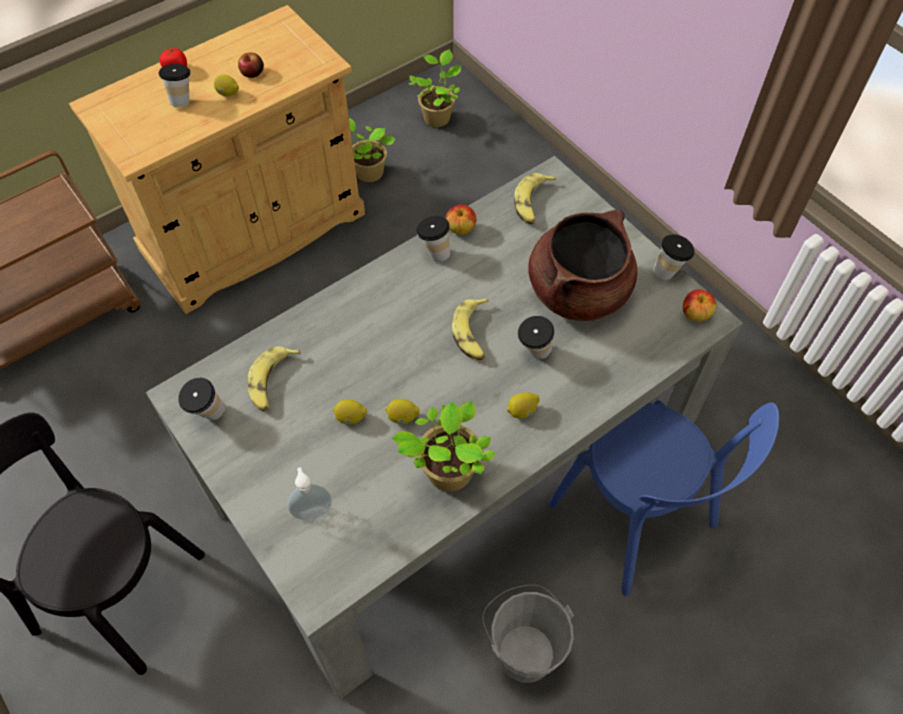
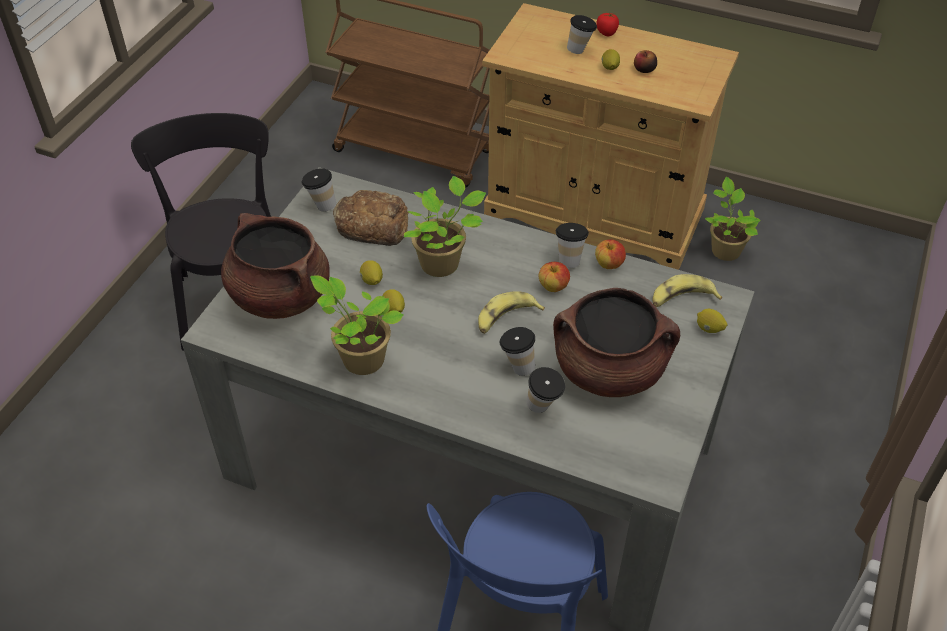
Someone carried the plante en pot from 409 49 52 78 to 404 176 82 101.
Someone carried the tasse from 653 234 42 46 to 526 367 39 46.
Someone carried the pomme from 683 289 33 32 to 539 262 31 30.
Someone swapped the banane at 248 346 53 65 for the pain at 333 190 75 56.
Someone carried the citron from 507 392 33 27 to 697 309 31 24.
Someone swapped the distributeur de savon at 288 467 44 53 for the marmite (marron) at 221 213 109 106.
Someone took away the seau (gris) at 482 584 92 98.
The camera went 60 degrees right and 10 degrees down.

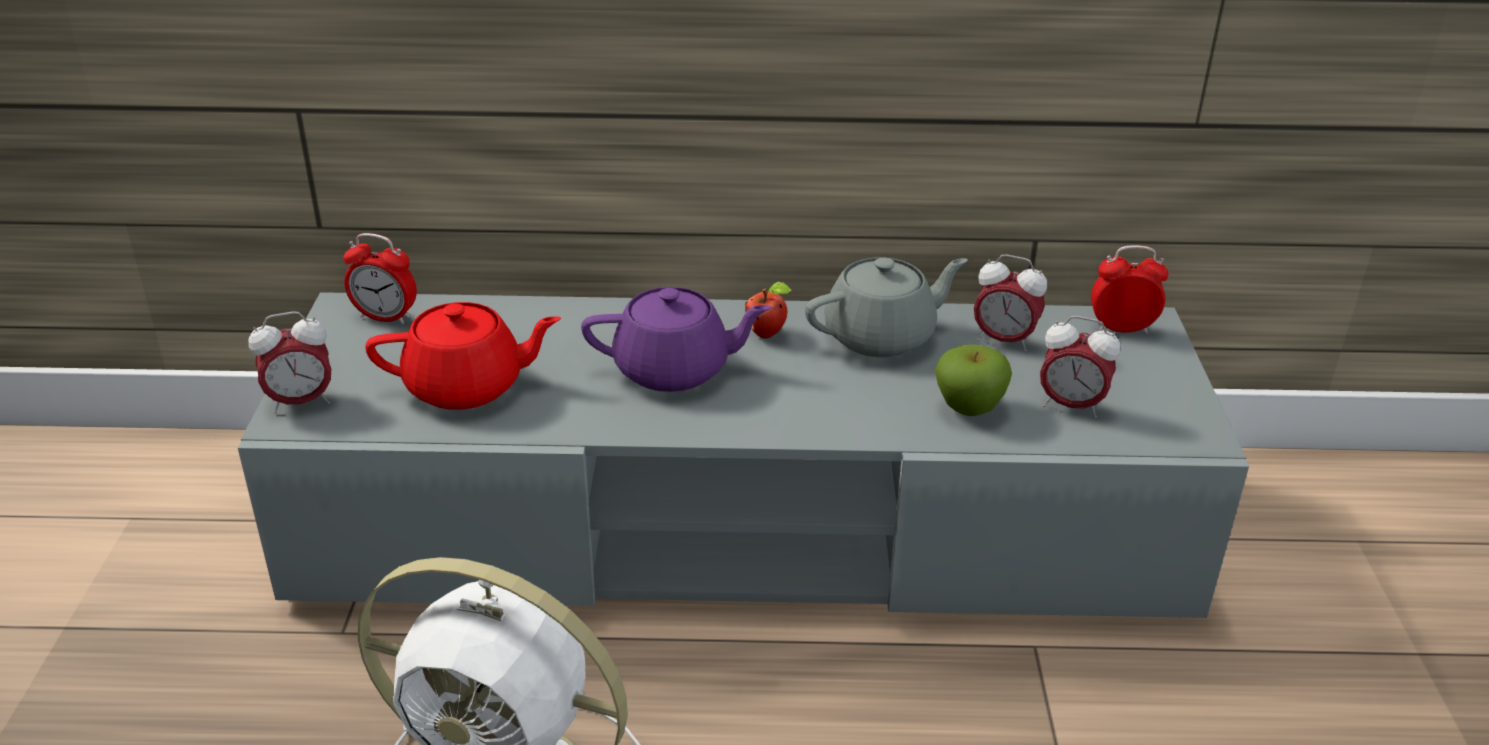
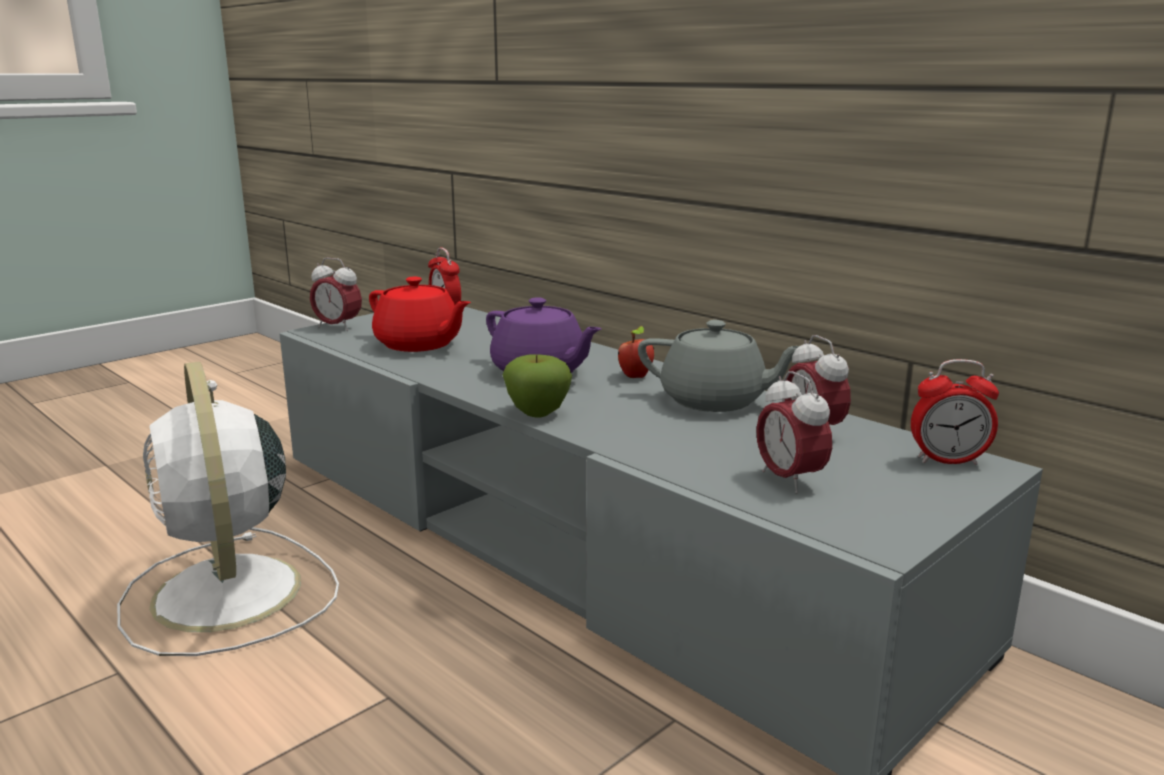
Someone rotated the réveil at 1091 245 78 89 by 135 degrees clockwise.
Someone carried the pomme from 935 344 77 72 to 503 354 69 64.
The camera went 45 degrees right and 15 degrees down.

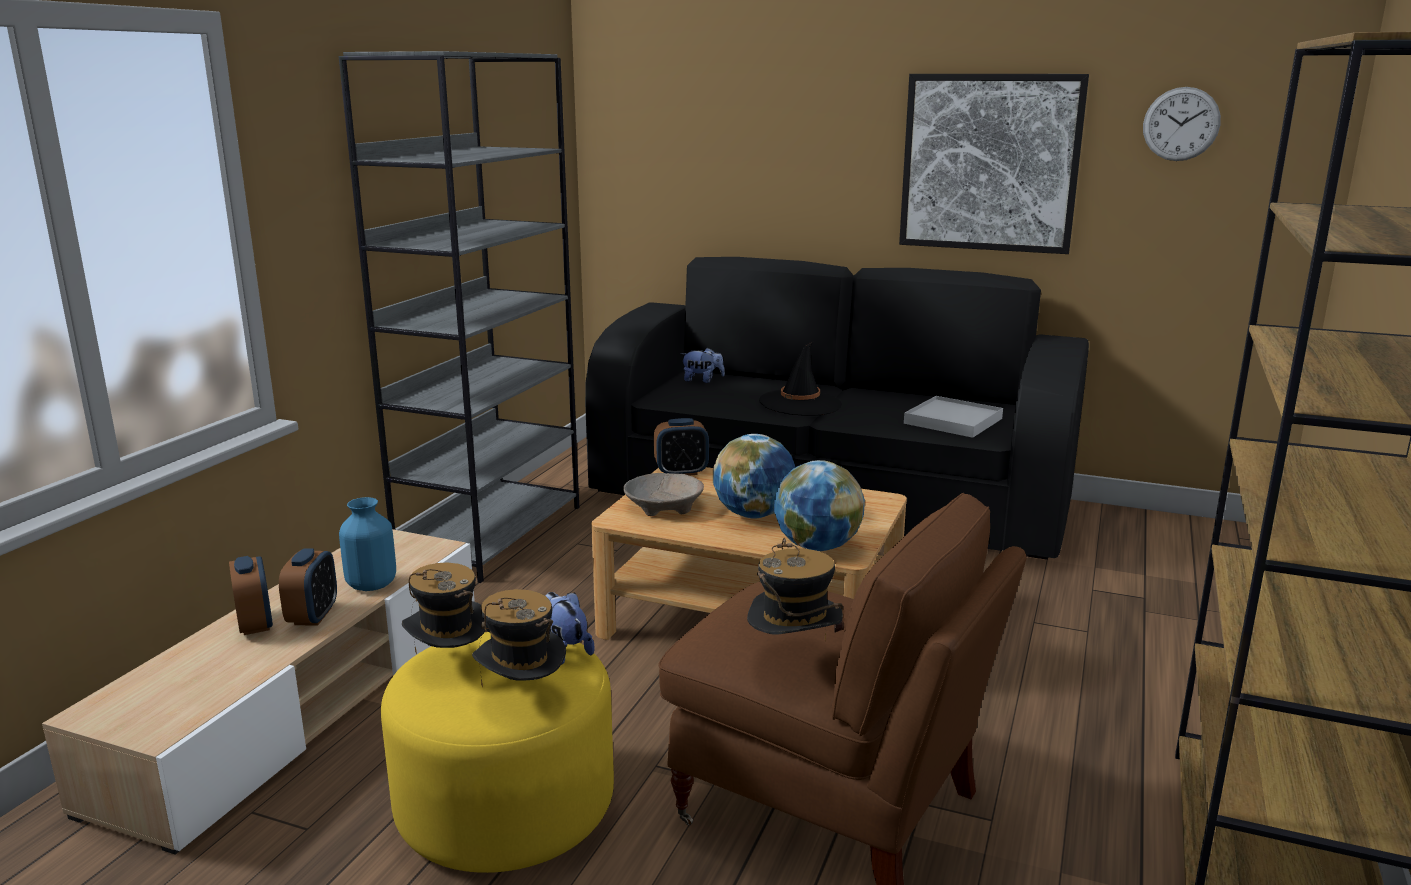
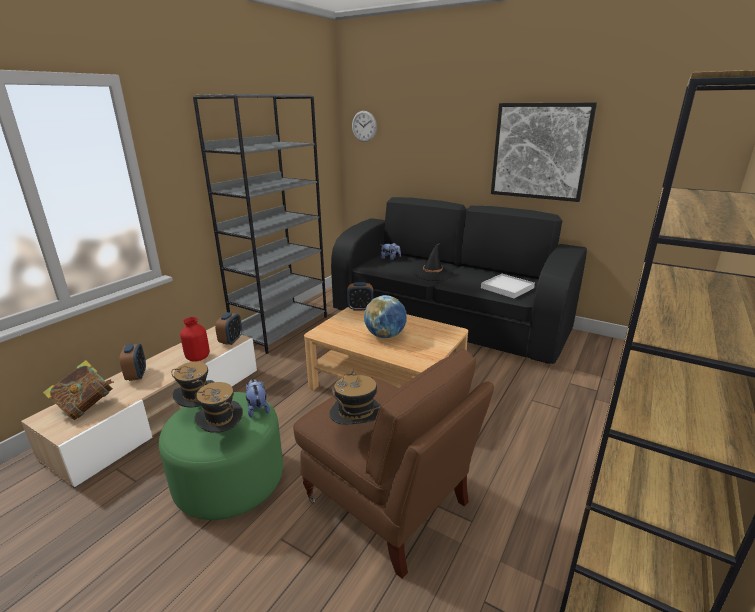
Someone carried the horloge murale from 1143 87 78 74 to 352 111 25 31.
Someone took away the globe at 774 460 91 91.
Someone took away the bol (beige) at 623 473 81 43.
Someone repainted the vase (bleu) at 339 497 57 94, which became the vase (rouge) at 180 317 30 44.
Someone carried the réveil from 279 548 58 78 to 215 312 27 33.
Someone repainted the pouf (jaune) at 381 632 233 241, which became the pouf (vert) at 159 392 124 128.
Someone put down the livre at 43 360 71 60.
The camera went 10 degrees right and 5 degrees up.

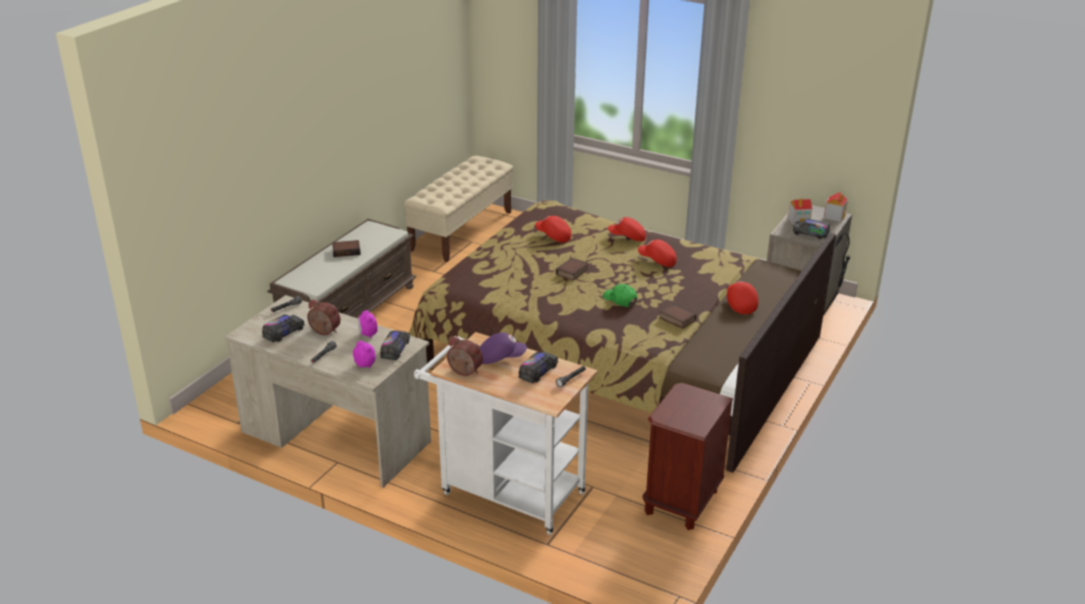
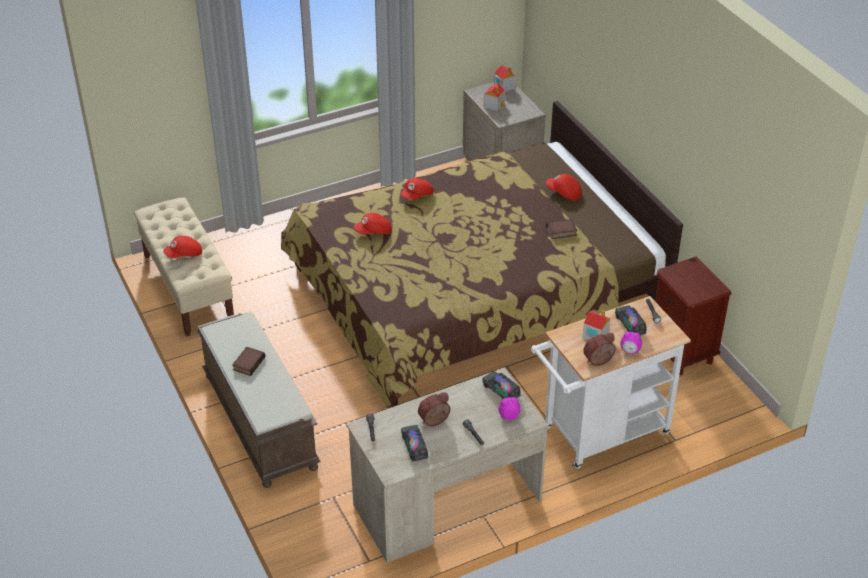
Someone took away the camion jouet at 793 219 37 20.
Someone carried the casquette (rouge) from 638 239 39 28 to 163 236 39 22.
Someone took away the livre at 556 258 33 23.
Someone took away the casquette (vert) at 603 284 34 23.
Someone carried the réveil from 358 311 20 27 to 621 332 21 22.
Someone swapped the casquette (violet) at 480 332 47 32 for the maison miniature at 582 310 29 30.
The camera went 55 degrees left and 10 degrees up.

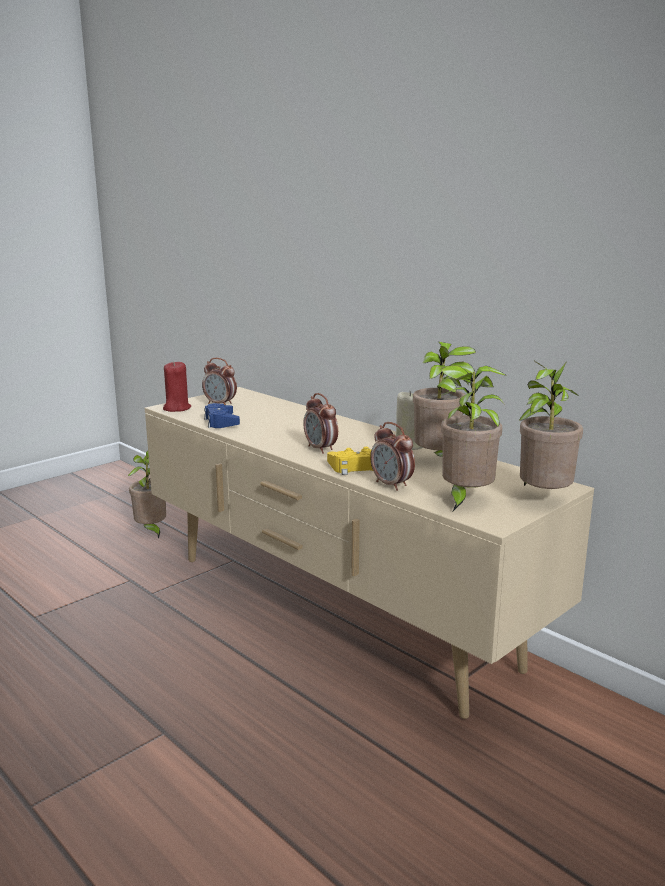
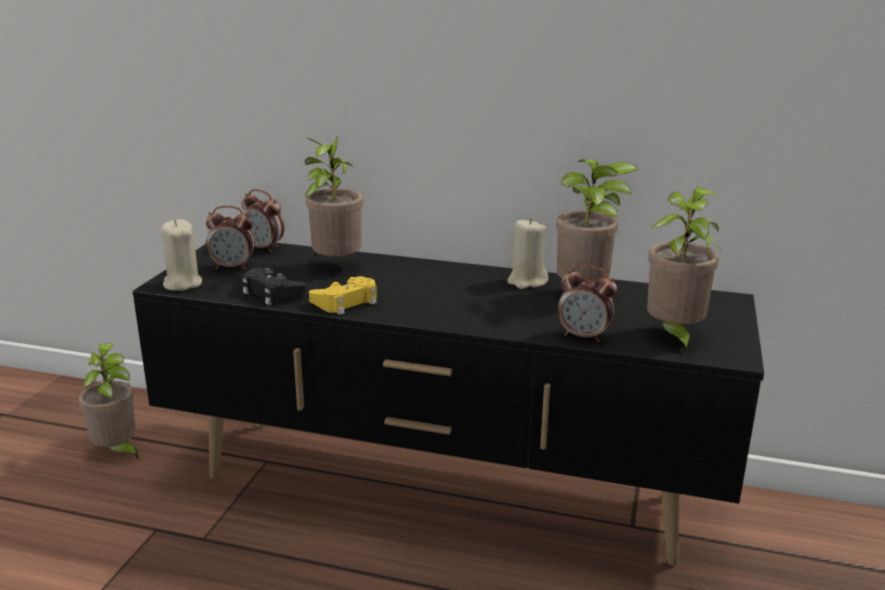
Someone carried the plante en pot from 519 361 64 128 to 304 135 59 122.
Someone repainted the bougie (rouge) at 163 362 28 50, which became the bougie (beige) at 161 219 41 72.
Someone repainted the meuble télé (beige) at 145 387 449 332, which became the meuble télé (noir) at 133 243 631 322.
Someone carried the réveil from 303 393 35 61 to 242 189 42 63.
Someone repainted the manette (bleu) at 204 403 36 25, which became the manette (noir) at 243 268 63 37.
Someone carried the manette (jaune) from 327 447 46 28 to 309 276 68 39.
The camera went 30 degrees left and 5 degrees up.

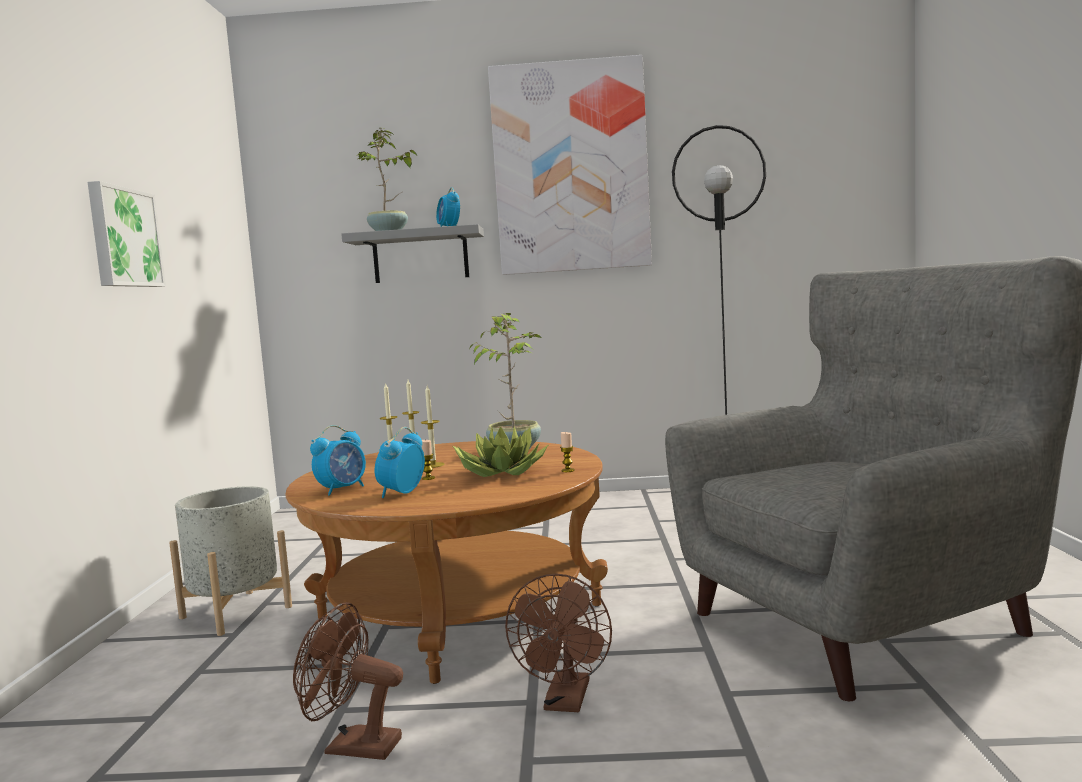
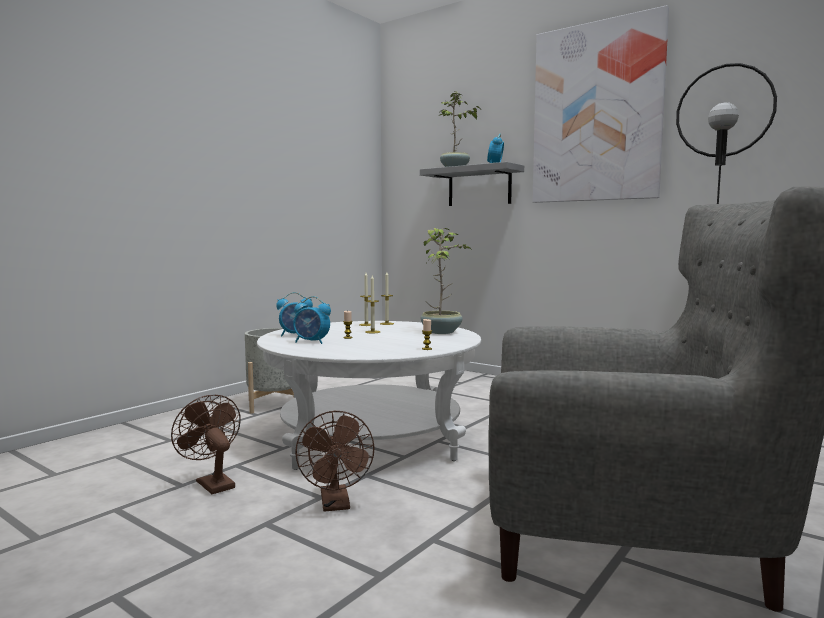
Someone took away the tableau at 88 181 78 106.
Someone took away the plante en pot at 452 426 97 51.
Someone rotated the réveil at 375 427 50 71 by 135 degrees counterclockwise.
Someone repainted the table basse (marron) at 285 441 323 243, which became the table basse (blanc) at 257 321 224 149.
Someone rotated the ventilateur (marron) at 505 573 107 139 by 60 degrees counterclockwise.
The camera went 35 degrees right and 0 degrees up.

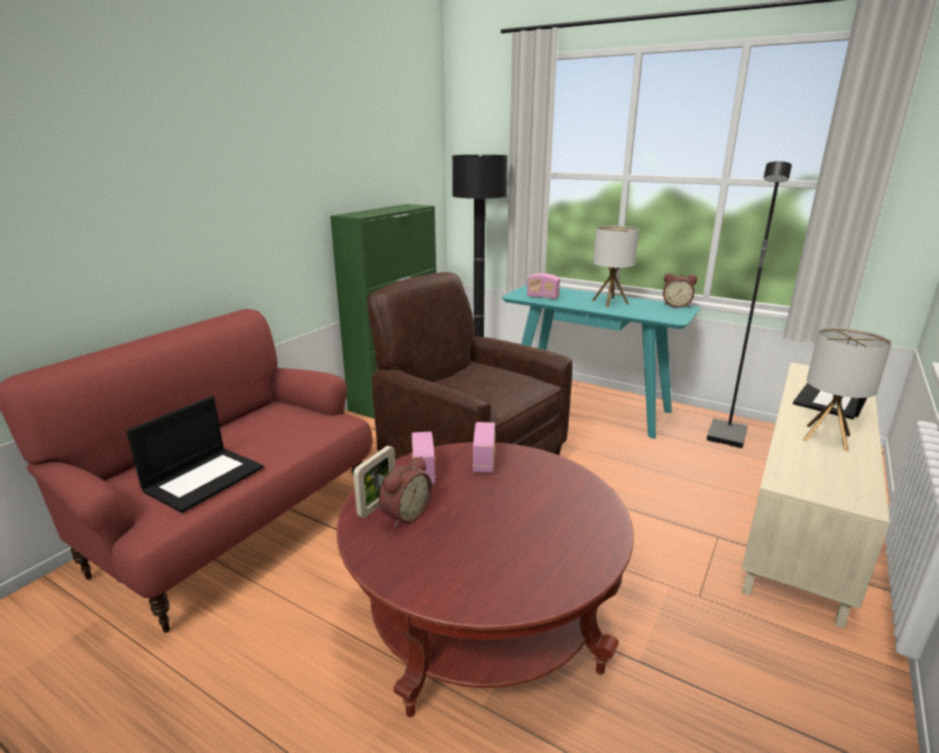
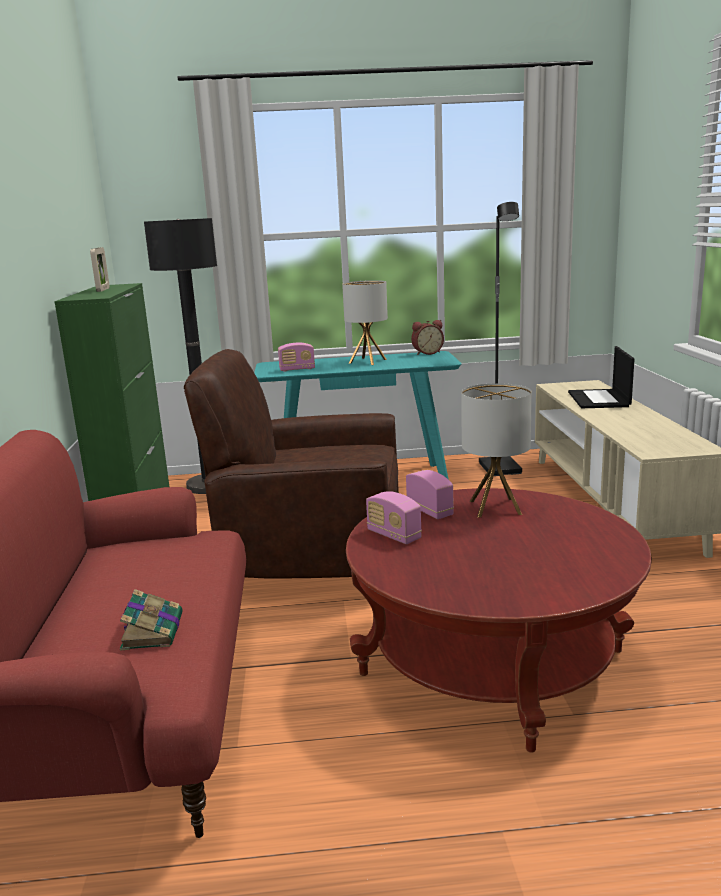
Someone carried the lampe de table from 803 328 89 123 to 461 383 71 135.
Someone swapped the ordinateur portable at 126 396 138 117 for the livre at 120 589 63 62.
Someone carried the cadre photo from 353 446 43 73 to 90 247 20 45.
Someone took away the réveil at 379 456 53 72.
The camera went 35 degrees left and 5 degrees down.

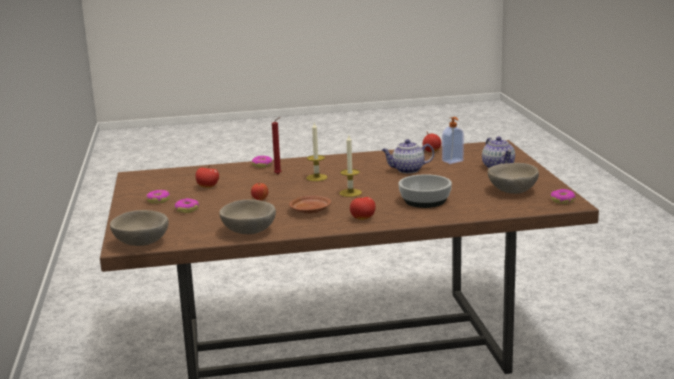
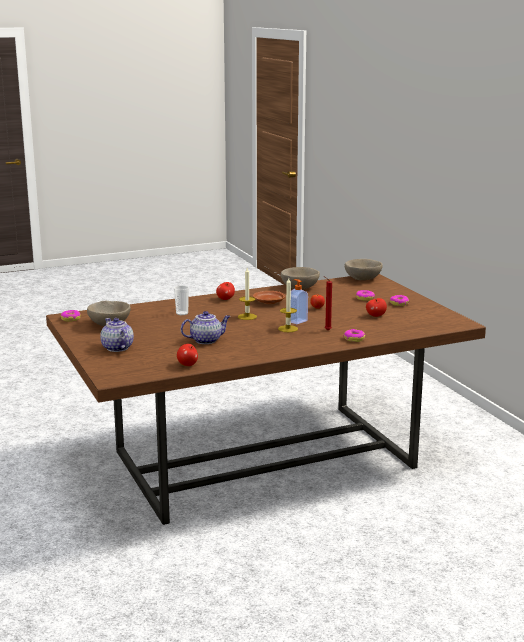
Someone carried the distributeur de savon from 442 117 22 47 to 291 279 17 45.
Someone swapped the bol at 399 174 53 34 for the tasse at 174 285 15 30.
The camera went 165 degrees right and 0 degrees up.

